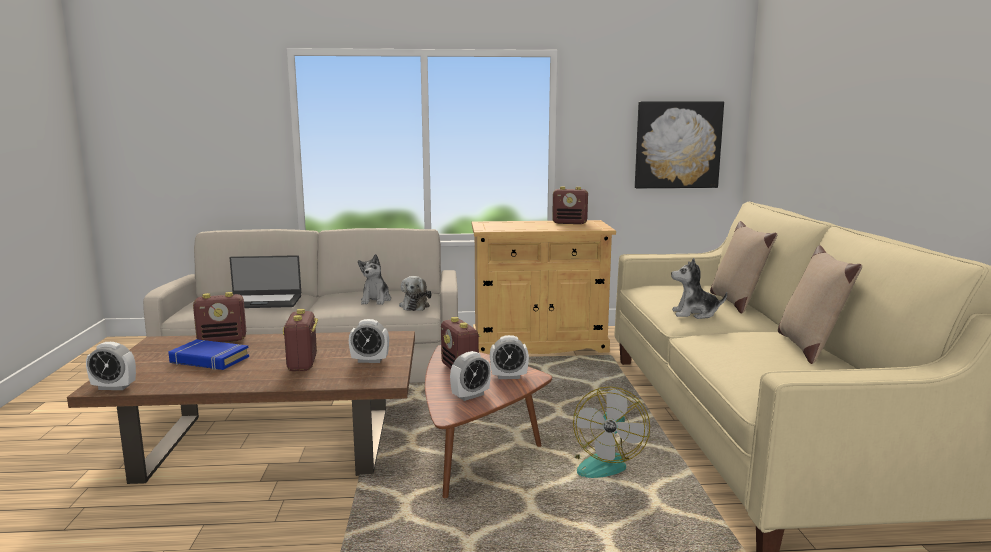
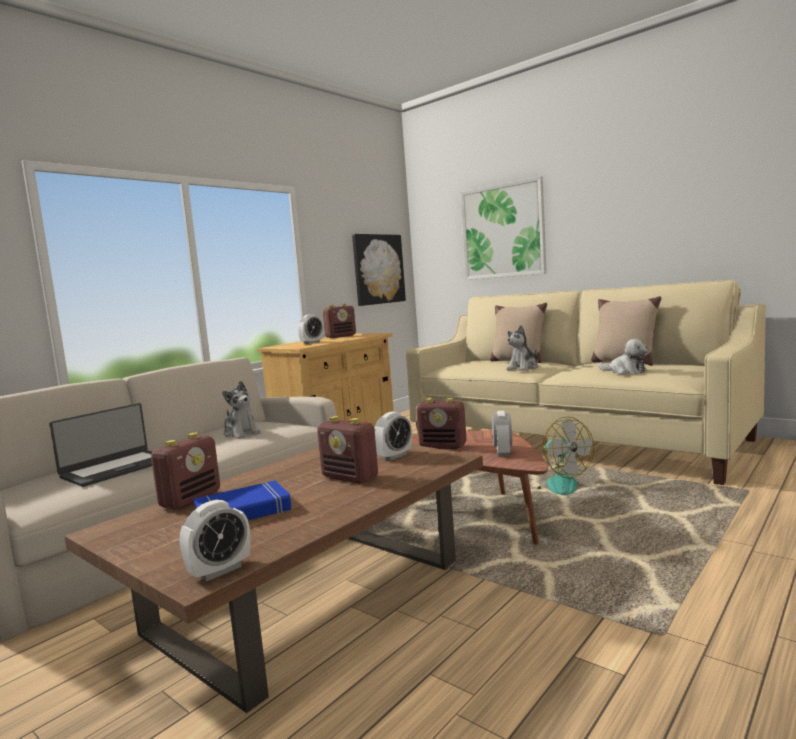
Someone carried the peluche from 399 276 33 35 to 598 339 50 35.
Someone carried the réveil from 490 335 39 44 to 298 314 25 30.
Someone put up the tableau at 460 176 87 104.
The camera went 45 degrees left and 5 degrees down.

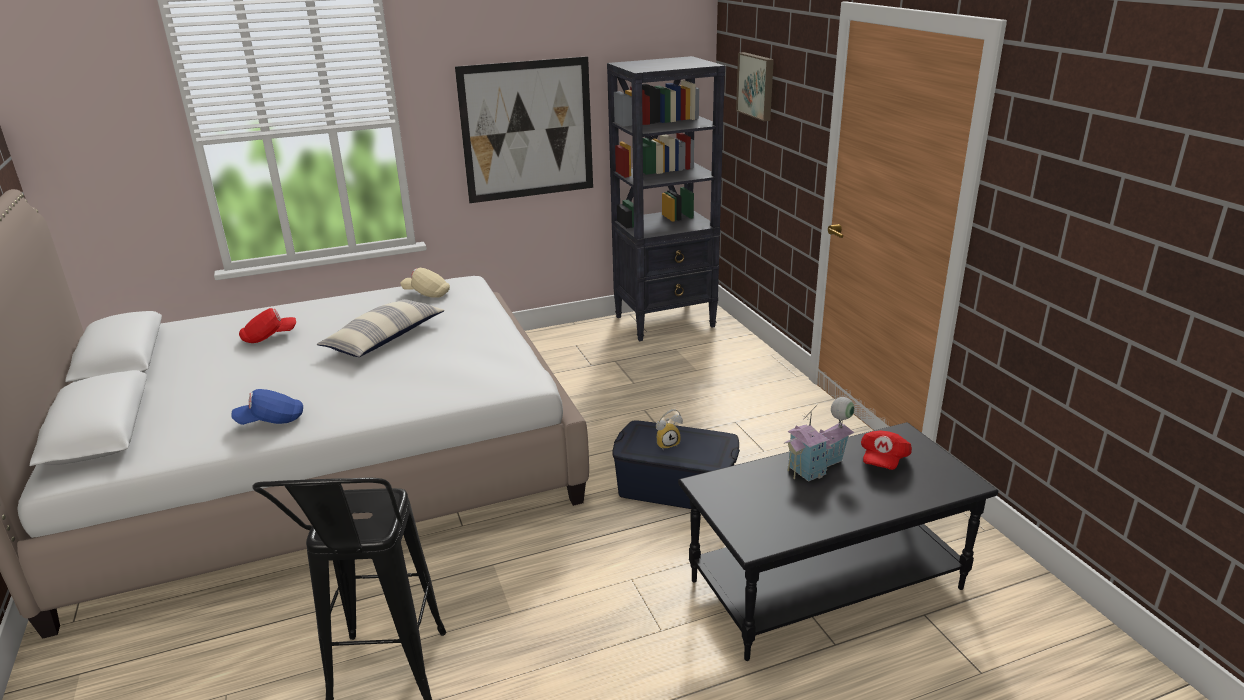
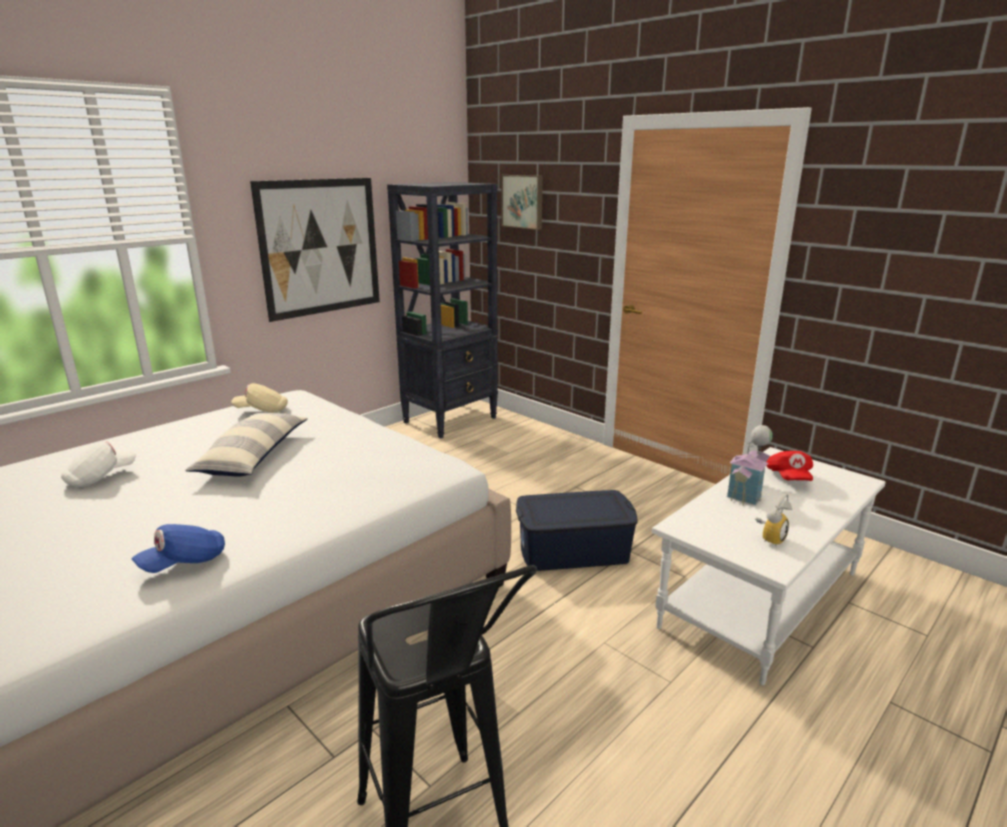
Someone repainted the casquette (rouge) at 239 308 57 35, which became the casquette (blanc) at 61 441 75 46.
Someone carried the réveil from 656 409 27 41 to 755 493 37 53.
Someone repainted the table basse (noir) at 678 422 320 239, which became the table basse (blanc) at 652 447 234 238.
The camera went 25 degrees left and 5 degrees down.

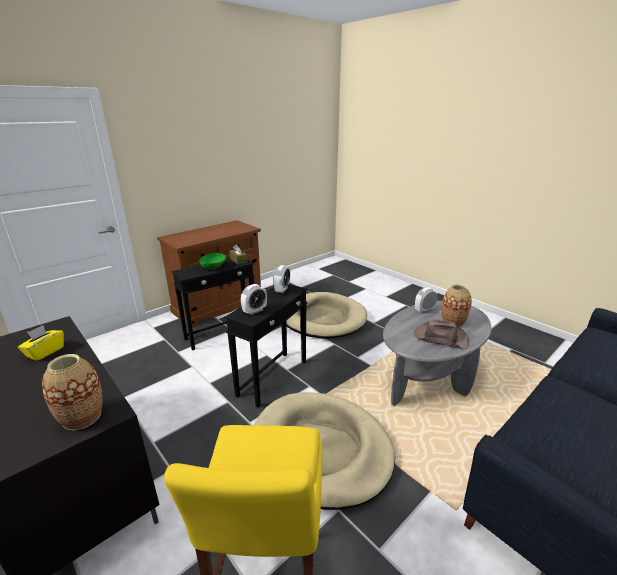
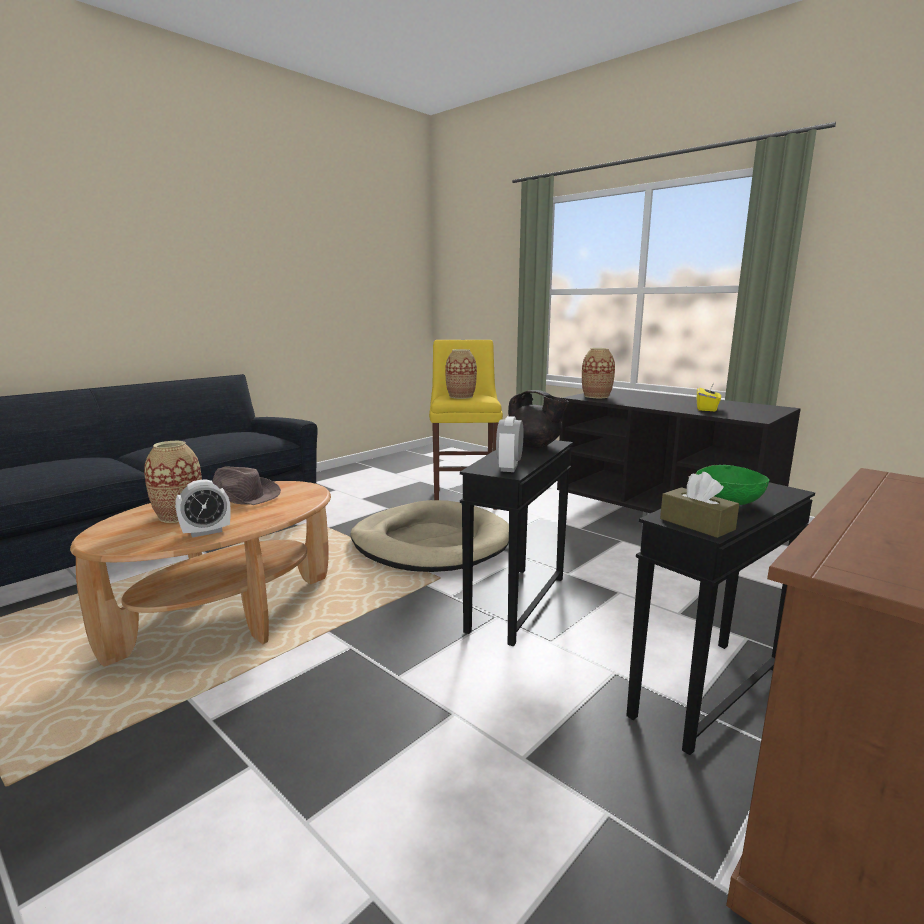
Someone swapped the réveil at 241 284 26 31 for the théière (noir) at 508 390 61 58.
Someone took away the panier pour chien (beige) at 286 292 81 46.
Someone repainted the table basse (gris) at 383 301 109 105, which became the table basse (marron) at 70 481 261 186.
Someone put down the vase at 445 349 32 50.
The camera went 175 degrees right and 10 degrees down.

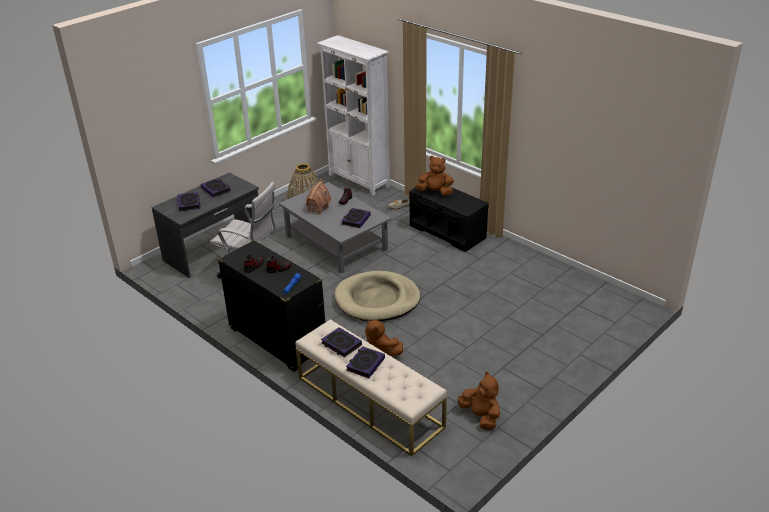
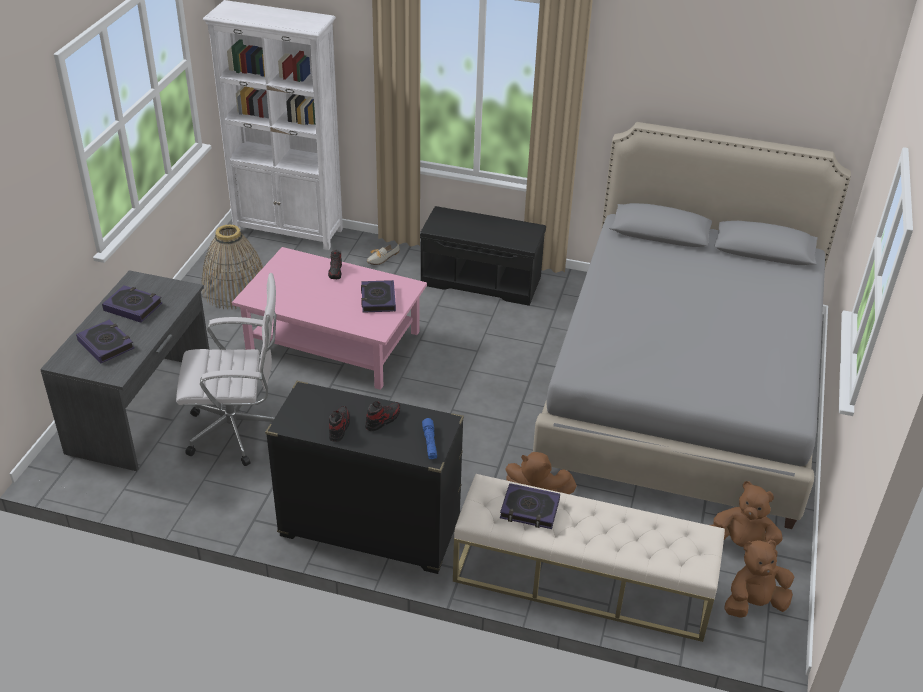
Someone carried the peluche (marron) from 415 156 39 40 to 724 540 70 78.
Someone took away the maison miniature at 306 179 25 36.
Someone repainted the table basse (gris) at 279 182 112 92, which became the table basse (rose) at 232 247 195 143.
Someone took away the panier pour chien (beige) at 334 271 87 50.
Someone took away the livre at 346 346 39 32.
Someone put down the lit (gris) at 533 122 318 407.
The camera went 30 degrees left and 5 degrees up.

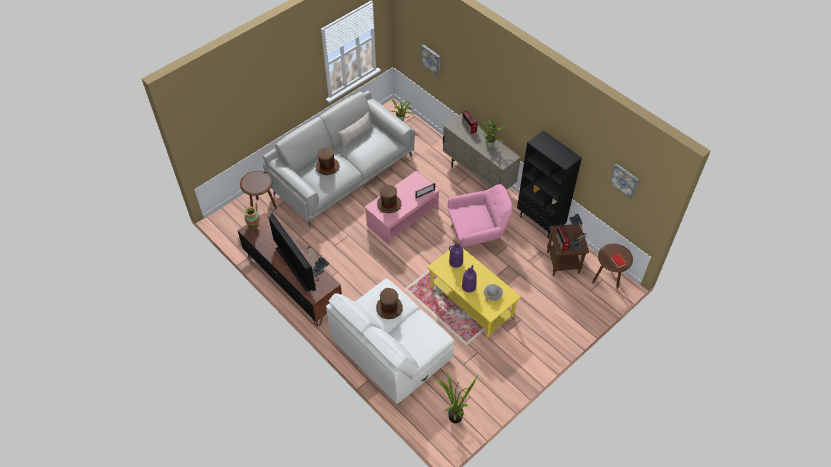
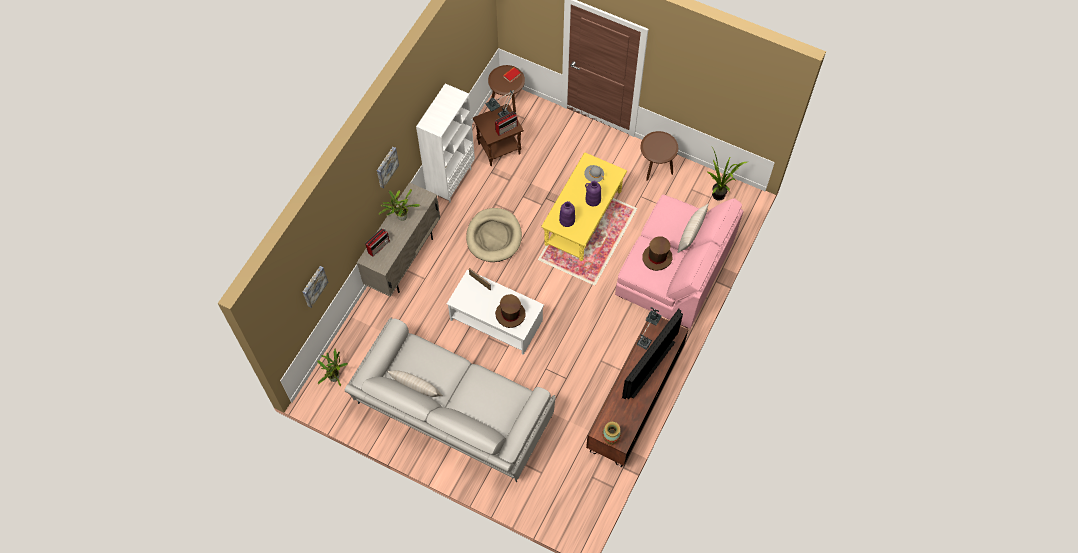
Someone repainted the bibliothèque (noir) at 517 131 65 107, which became the bibliothèque (blanc) at 416 84 59 119.
Someone took away the chapeau (marron) at 316 147 24 28.
Someone carried the tableau from 609 164 30 35 to 377 147 22 42.
Someone carried the table d'appoint (marron) from 240 171 37 38 to 640 131 38 50.
Someone repainted the table basse (rose) at 365 171 75 74, which became the table basse (blanc) at 447 269 97 86.
Someone swapped the fauteuil (rose) at 448 184 64 64 for the panier pour chien (beige) at 466 208 56 54.
Someone repainted the canapé (blanc) at 326 279 128 126, which became the canapé (rose) at 615 195 129 134.
Someone put down the coussin (beige) at 677 204 31 49.
The camera went 110 degrees left and 10 degrees up.

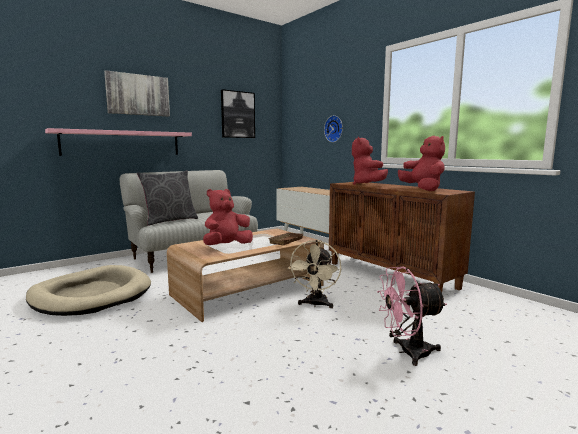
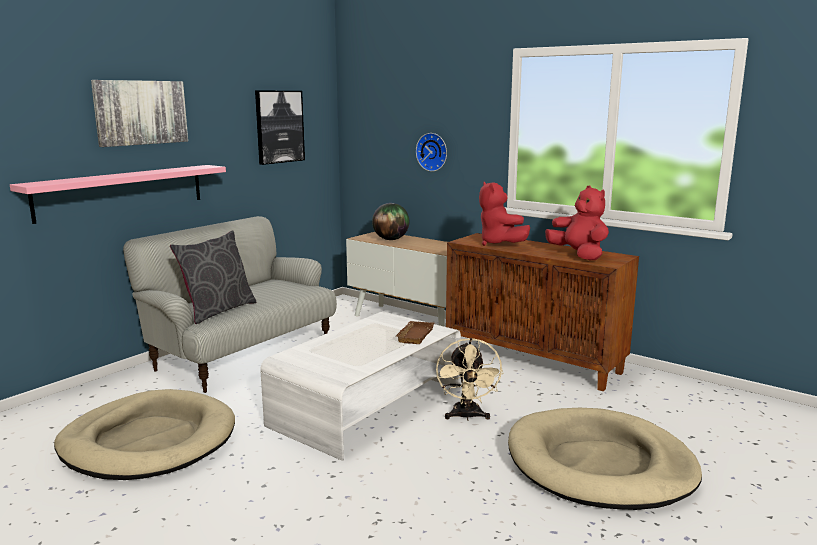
Someone took away the peluche (rouge) at 203 189 50 56.
Someone repainted the table basse (marron) at 167 229 157 93, which became the table basse (blanc) at 260 311 201 150.
Someone swapped the ventilateur (rose) at 377 266 70 100 for the panier pour chien (beige) at 508 408 194 102.
Someone put down the globe at 372 203 37 37.
The camera went 15 degrees left and 5 degrees up.

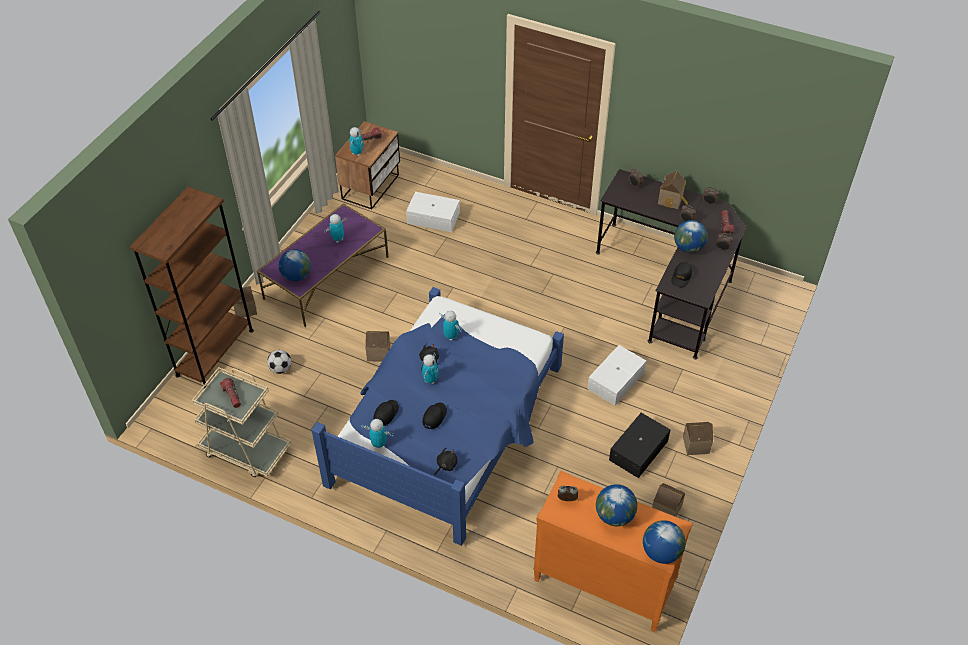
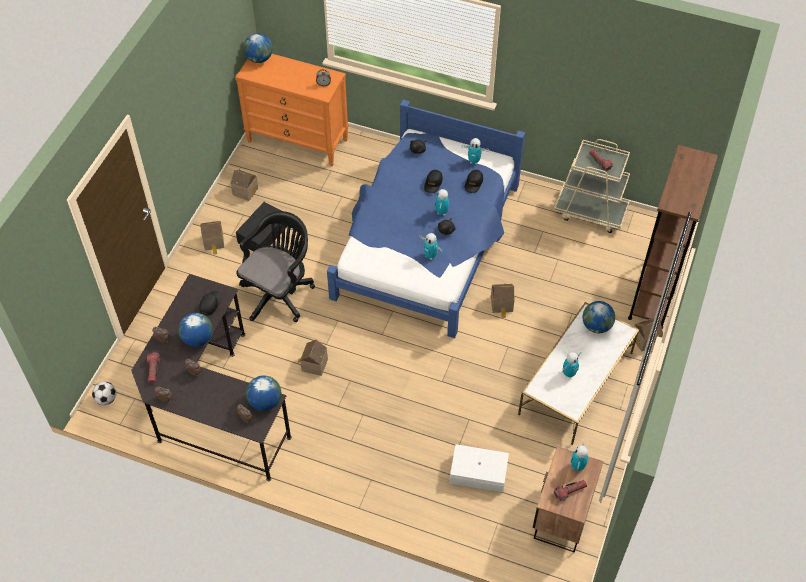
Someone carried the maison miniature from 658 171 30 38 to 297 340 31 36.
Someone repainted the table basse (violet) at 257 204 131 123, which became the table basse (blanc) at 518 302 121 143.
Someone swapped the boîte de rangement (blanc) at 588 345 58 60 for the chaise de bureau (noir) at 236 211 79 111.
Someone carried the ballon de foot from 267 350 24 24 to 92 382 24 23.
Someone carried the globe from 596 484 42 42 to 246 376 35 35.
The camera went 175 degrees right and 5 degrees up.

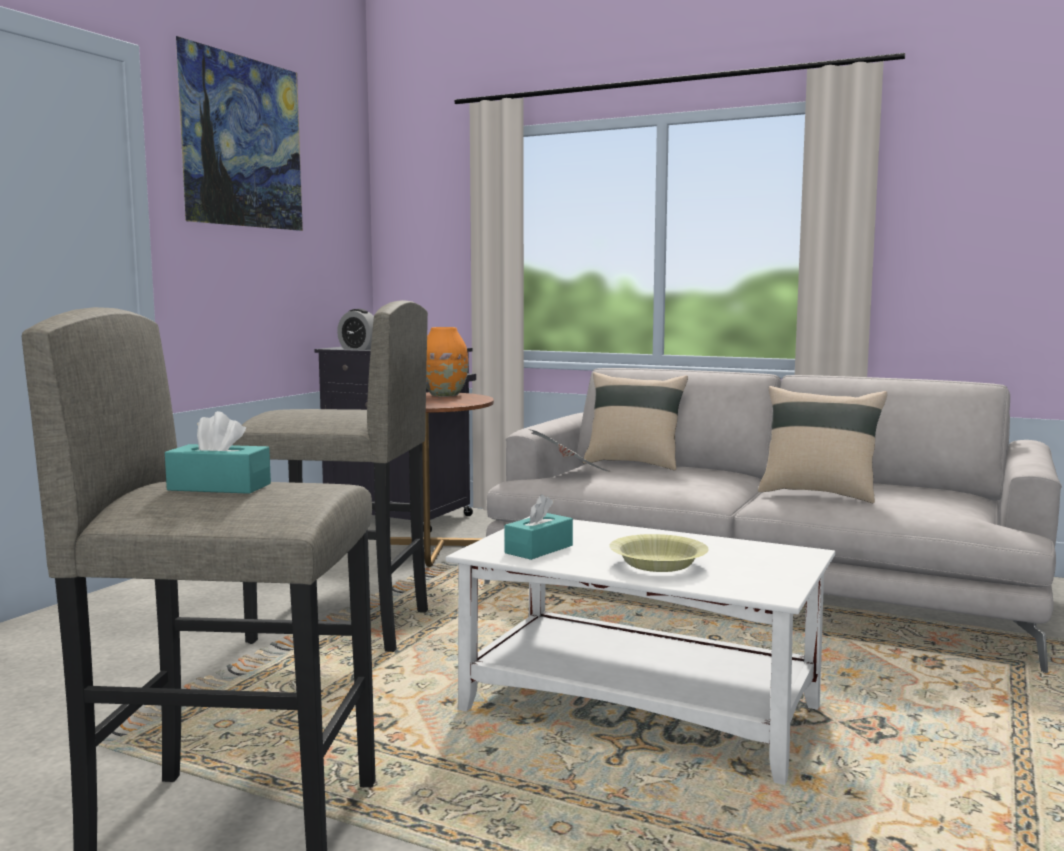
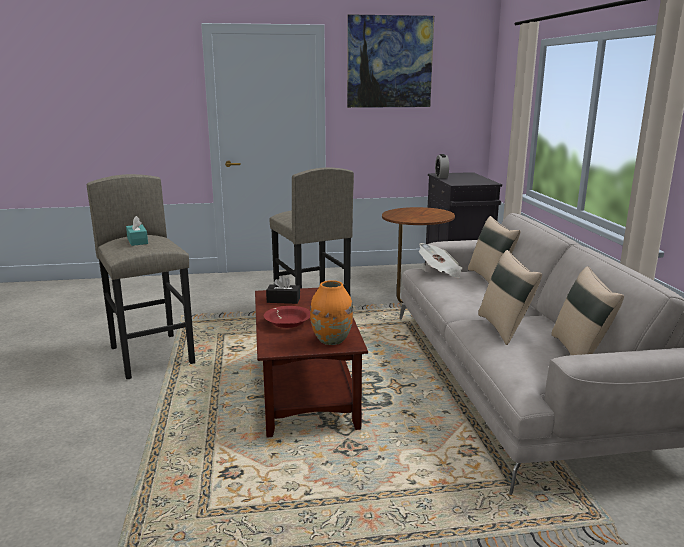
Someone carried the vase (orange) from 426 327 42 69 to 310 280 43 65.
Someone repainted the boîte à mouchoirs (turquoise) at 504 494 69 66, which became the boîte à mouchoirs (noir) at 266 276 34 28.
Someone repainted the table basse (blanc) at 446 516 389 269, which became the table basse (marron) at 255 288 113 150.
Someone repainted the bol (jaune) at 609 534 100 38, which became the bol (rouge) at 264 306 46 22.
Someone put down the coussin (beige) at 552 266 72 89.
The camera went 55 degrees right and 10 degrees up.

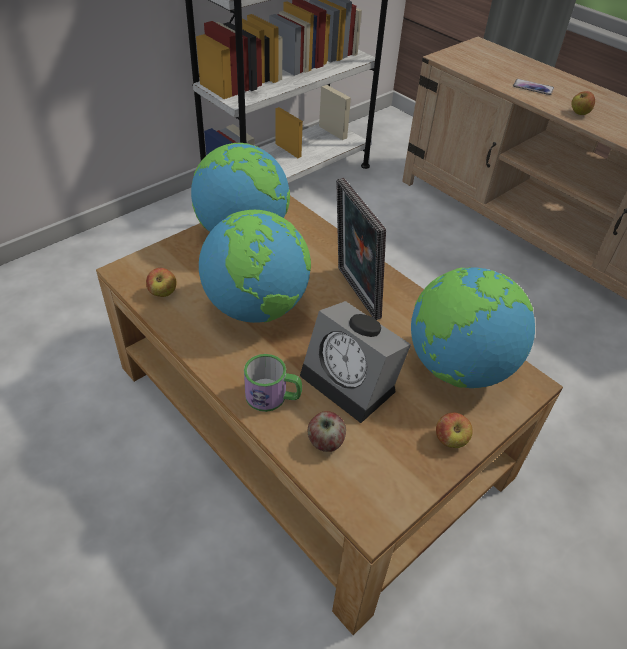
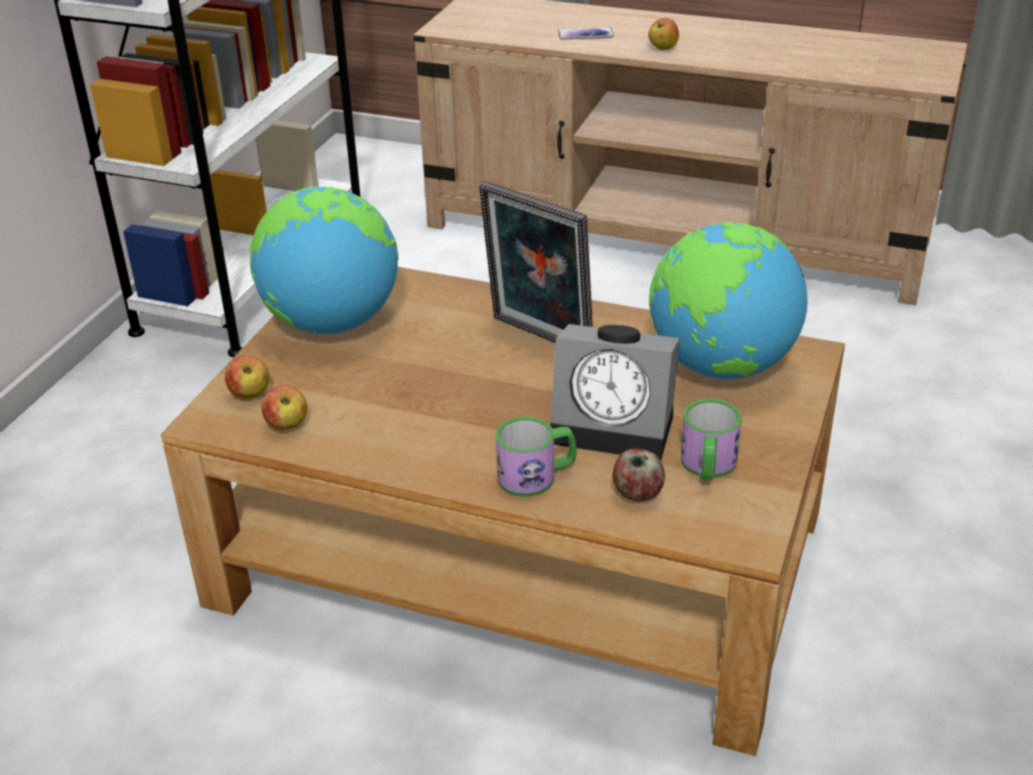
Someone took away the globe at 199 210 112 113.
Someone carried the pomme from 436 413 37 35 to 225 355 44 43.
Someone put down the mug at 681 399 61 81.
The camera went 25 degrees left and 10 degrees down.

